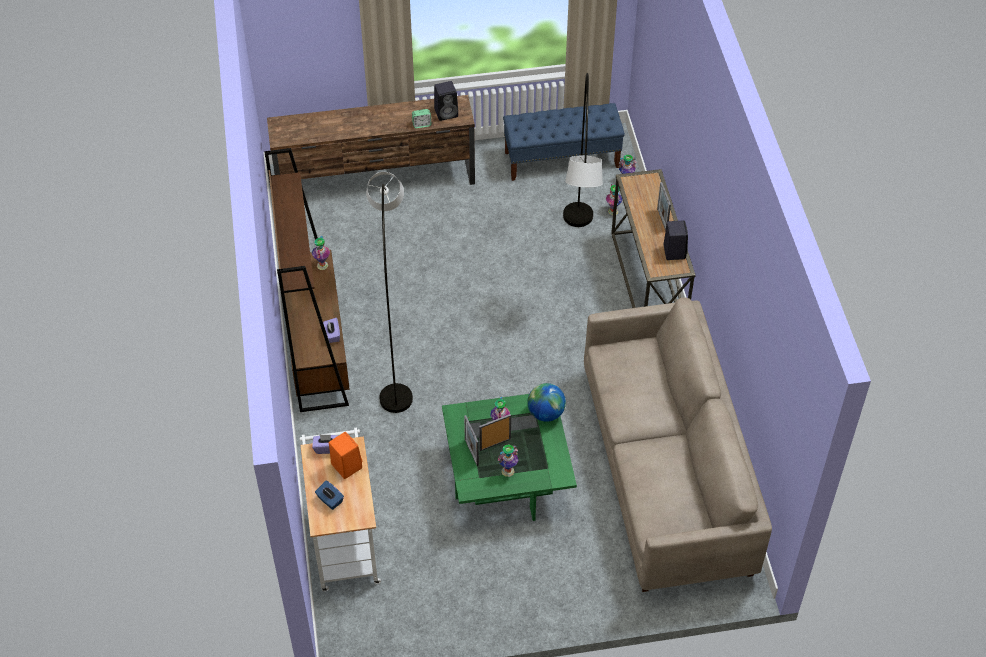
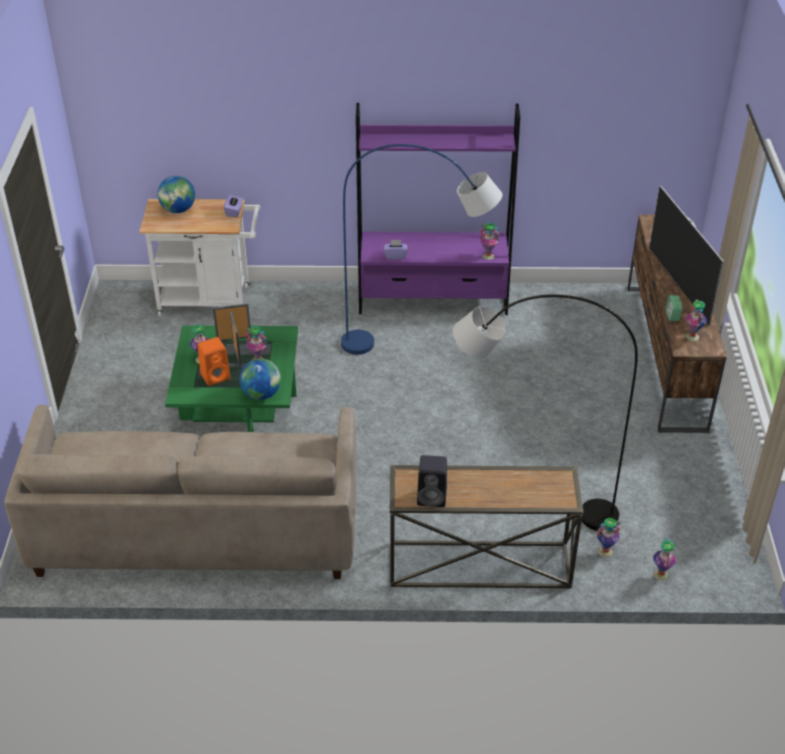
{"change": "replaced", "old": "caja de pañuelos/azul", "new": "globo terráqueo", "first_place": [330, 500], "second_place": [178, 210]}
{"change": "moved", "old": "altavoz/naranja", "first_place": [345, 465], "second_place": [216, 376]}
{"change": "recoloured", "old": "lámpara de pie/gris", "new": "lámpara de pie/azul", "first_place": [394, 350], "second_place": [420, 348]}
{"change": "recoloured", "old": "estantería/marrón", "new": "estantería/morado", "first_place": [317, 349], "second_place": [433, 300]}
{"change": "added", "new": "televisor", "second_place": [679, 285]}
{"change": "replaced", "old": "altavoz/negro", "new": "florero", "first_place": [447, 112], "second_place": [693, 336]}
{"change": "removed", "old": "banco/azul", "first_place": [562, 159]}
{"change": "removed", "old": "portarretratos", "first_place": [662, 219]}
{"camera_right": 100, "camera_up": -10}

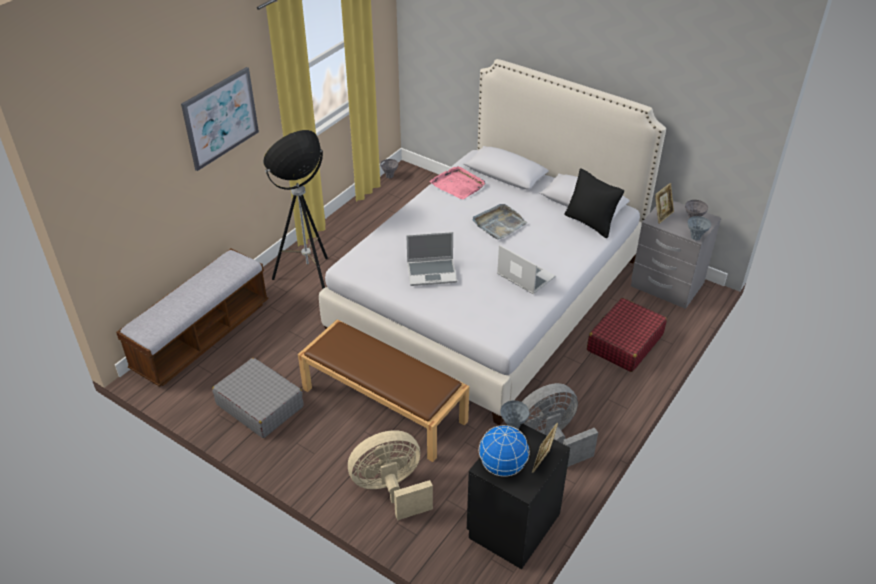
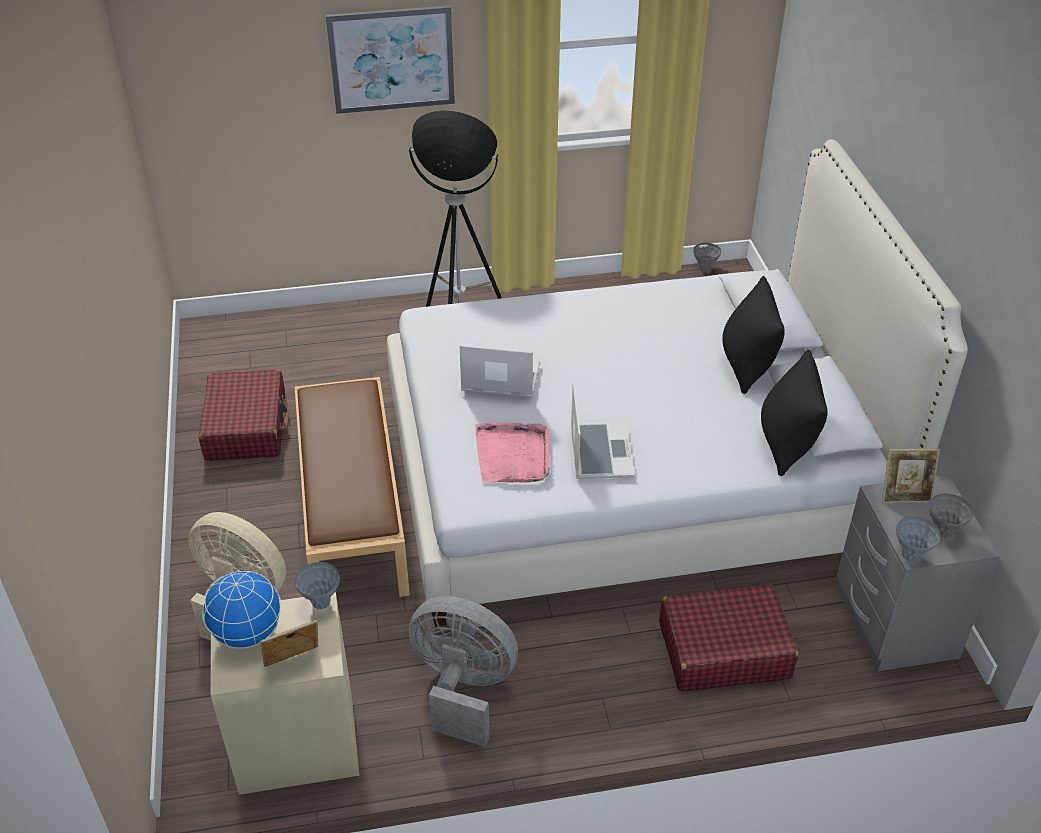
{"change": "recoloured", "old": "maleta/gris", "new": "maleta/rojo", "first_place": [260, 405], "second_place": [246, 427]}
{"change": "recoloured", "old": "mesita de noche/negro", "new": "mesita de noche/beis", "first_place": [512, 525], "second_place": [297, 742]}
{"change": "turned", "old": "portátil", "first_place": [432, 272], "second_place": [499, 379], "degrees": 150}
{"change": "moved", "old": "bandeja/rosa", "first_place": [458, 184], "second_place": [513, 455]}
{"change": "added", "new": "cojín/negro", "second_place": [747, 366]}
{"change": "removed", "old": "banco", "first_place": [202, 336]}
{"change": "removed", "old": "bandeja/gris", "first_place": [499, 224]}
{"camera_right": 45, "camera_up": 0}

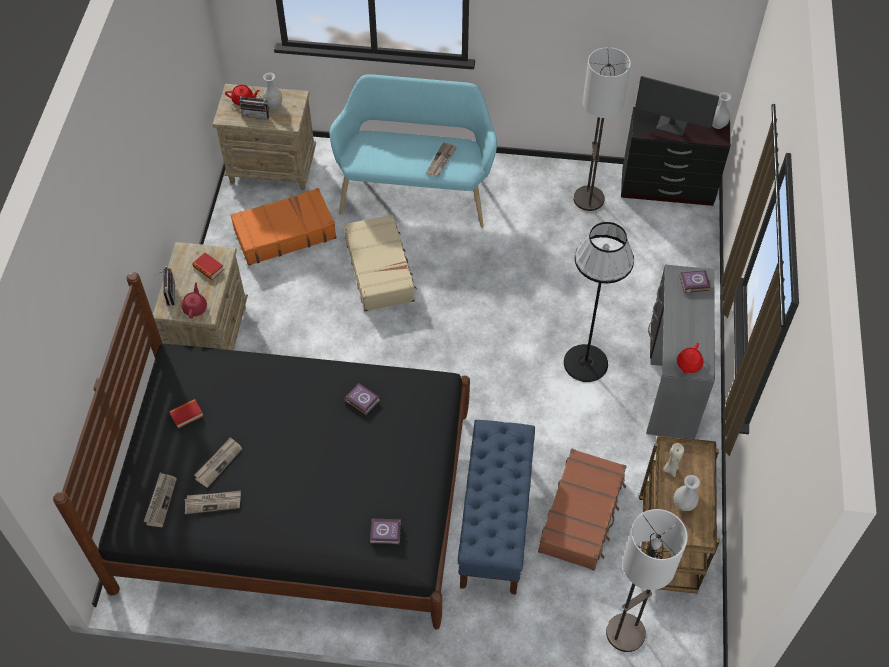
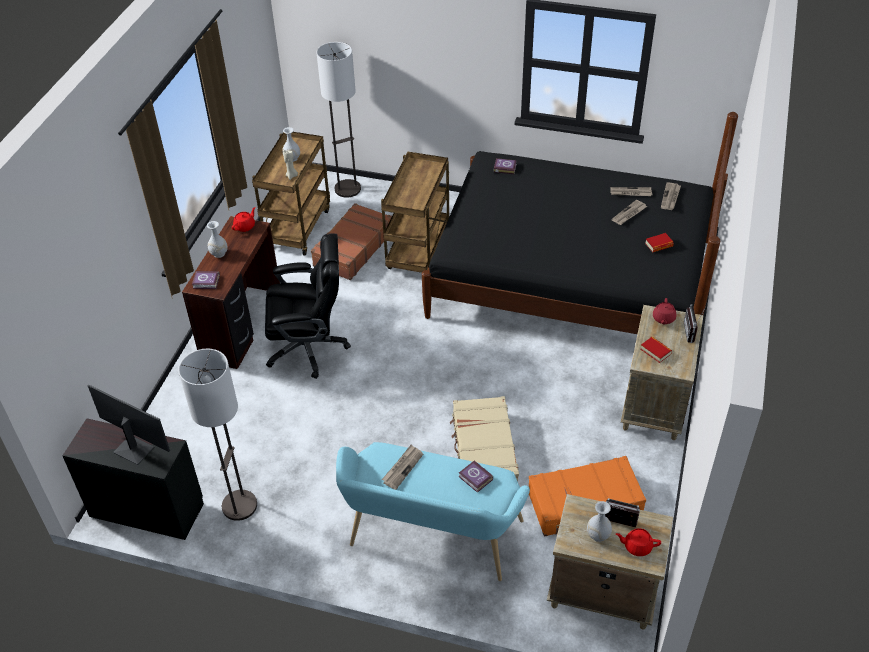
{"change": "recoloured", "old": "escritorio/gris", "new": "escritorio/marrón", "first_place": [670, 382], "second_place": [243, 326]}
{"change": "moved", "old": "florero/blanco", "first_place": [718, 124], "second_place": [219, 254]}
{"change": "replaced", "old": "lámpara de pie/negro", "new": "silla de oficina/negro", "first_place": [585, 363], "second_place": [309, 347]}
{"change": "replaced", "old": "banco/azul", "new": "carrito/marrón", "first_place": [495, 521], "second_place": [419, 251]}
{"change": "moved", "old": "libro", "first_place": [362, 399], "second_place": [475, 479]}
{"camera_right": -170, "camera_up": -10}

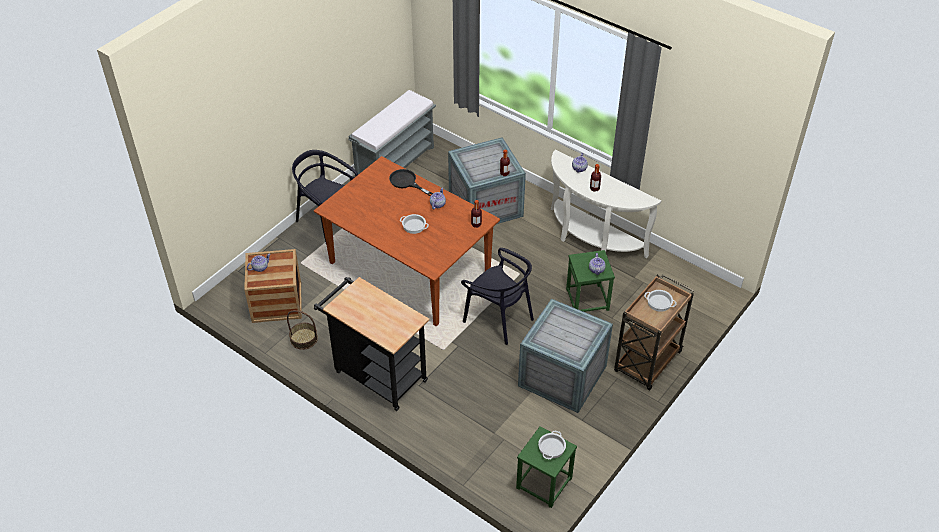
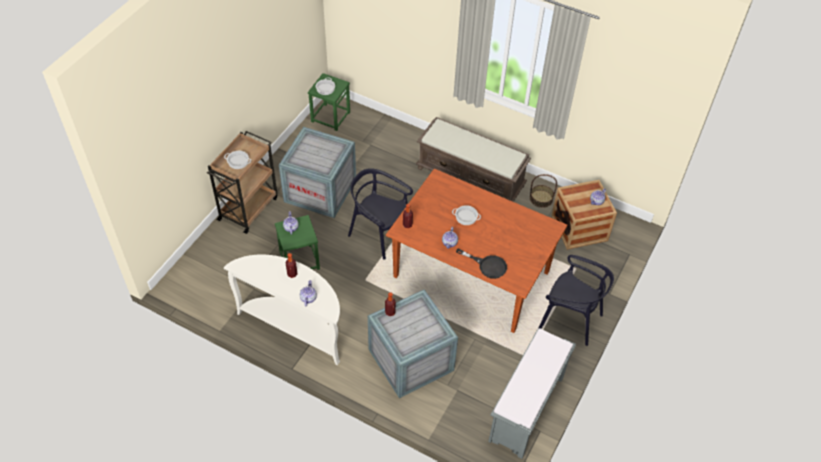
{"change": "replaced", "old": "carrito/negro", "new": "banco/marrón", "first_place": [376, 374], "second_place": [471, 177]}
{"camera_right": 170, "camera_up": 5}

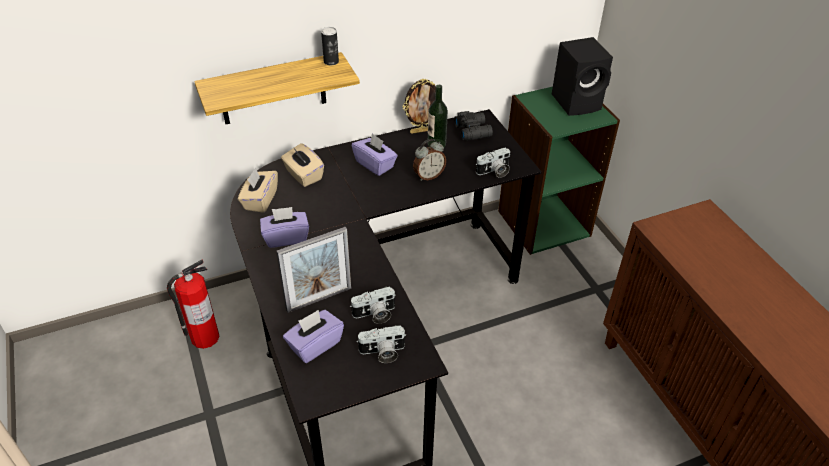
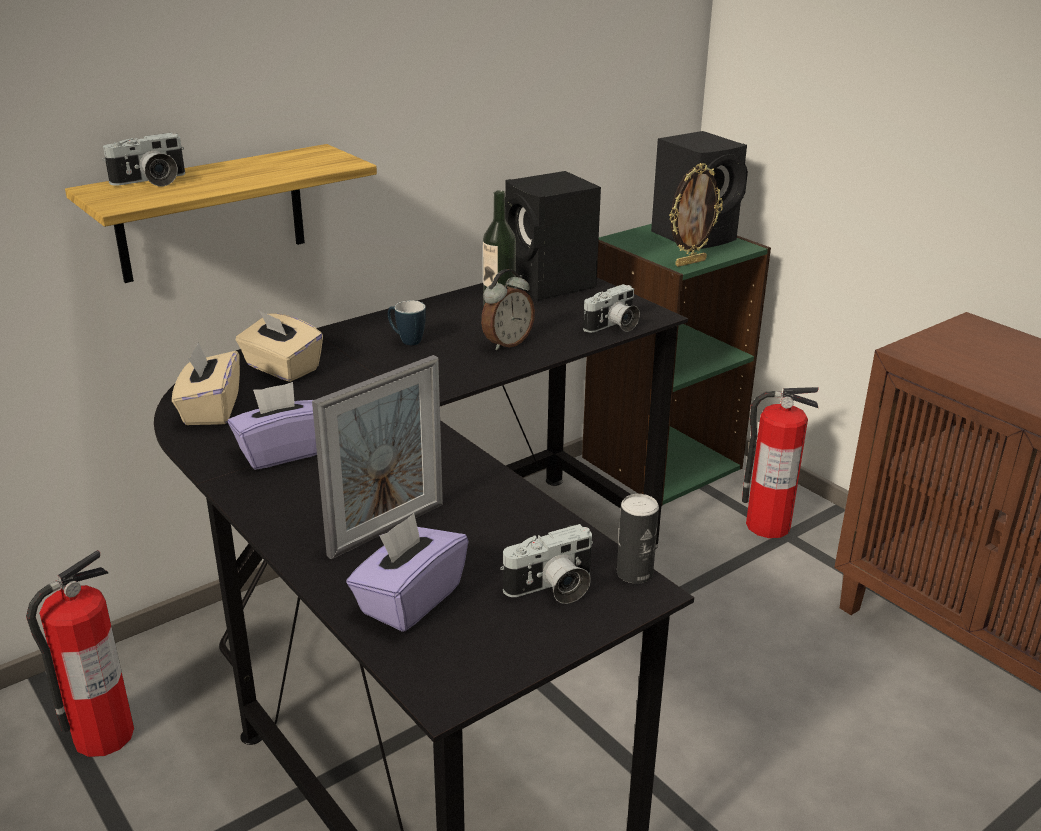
{"change": "moved", "old": "cámara", "first_place": [375, 314], "second_place": [151, 181]}
{"change": "replaced", "old": "caja de pañuelos/morado", "new": "taza grande", "first_place": [375, 164], "second_place": [406, 341]}
{"change": "replaced", "old": "prismáticos/negro", "new": "altavoz/negro", "first_place": [473, 130], "second_place": [550, 285]}
{"change": "moved", "old": "lata", "first_place": [331, 61], "second_place": [634, 573]}
{"change": "moved", "old": "portarretratos", "first_place": [421, 131], "second_place": [690, 262]}
{"change": "added", "new": "extintor", "second_place": [767, 525]}
{"camera_right": -15, "camera_up": -15}

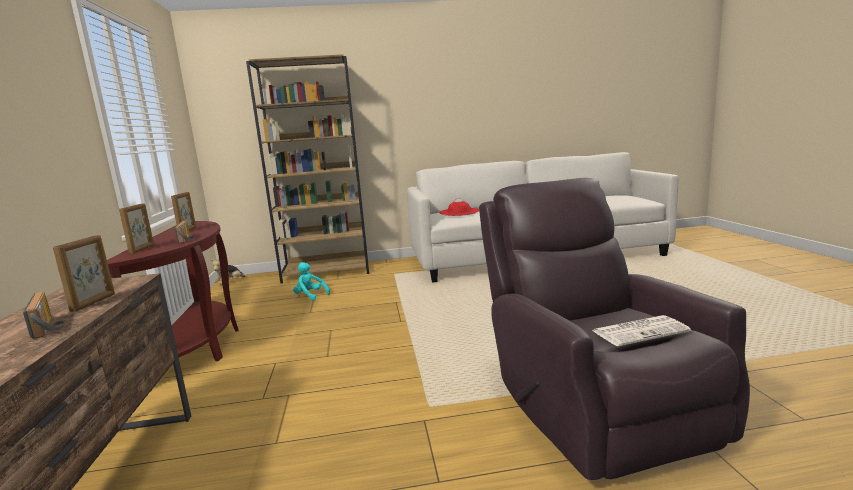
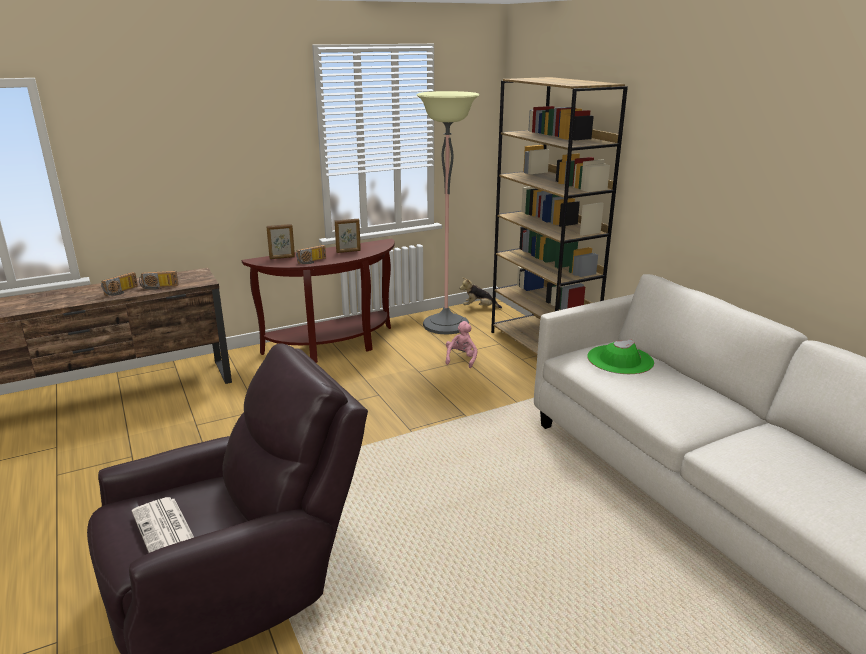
{"change": "replaced", "old": "portarretratos", "new": "radio", "first_place": [94, 302], "second_place": [159, 287]}
{"change": "added", "new": "lámpara de pie", "second_place": [445, 325]}
{"change": "recoloured", "old": "peluche/turquesa", "new": "peluche/rosa", "first_place": [310, 296], "second_place": [461, 359]}
{"change": "recoloured", "old": "sombrero/rojo", "new": "sombrero/verde", "first_place": [459, 212], "second_place": [620, 360]}
{"camera_right": 70, "camera_up": 10}

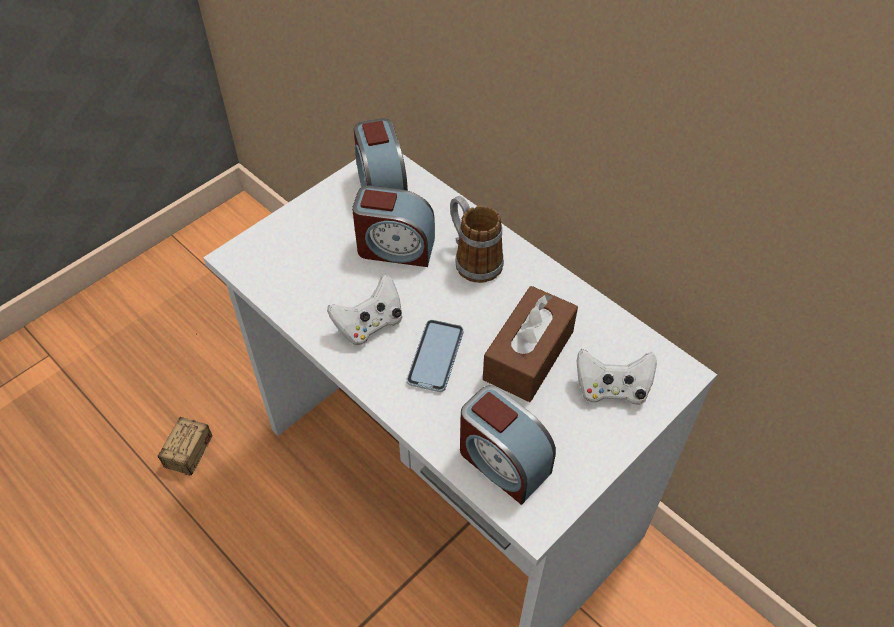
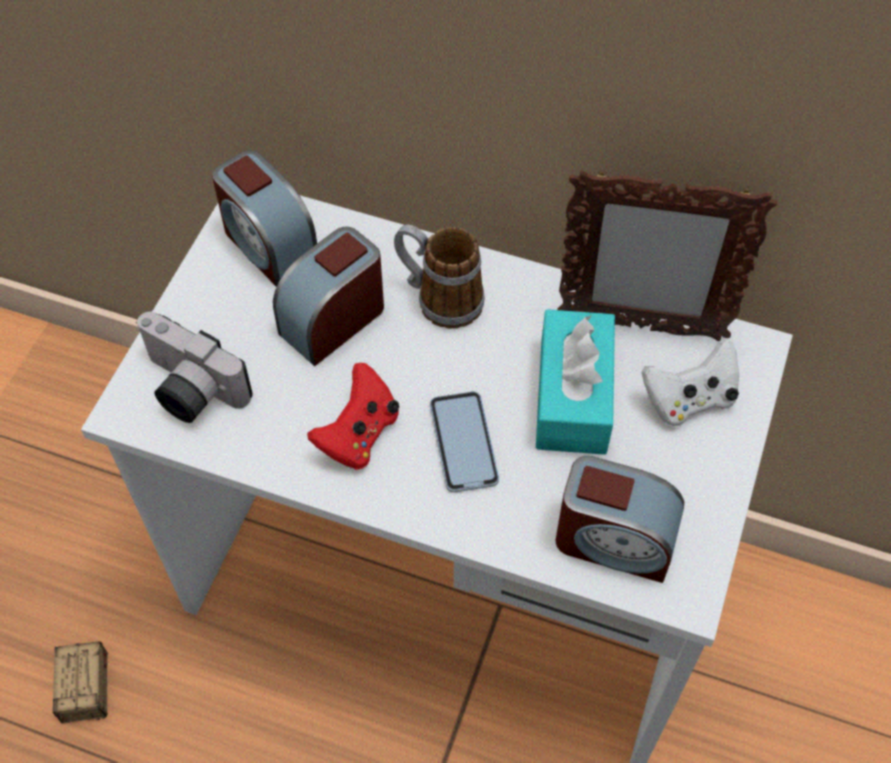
{"change": "added", "new": "cámara", "second_place": [188, 390]}
{"change": "turned", "old": "despertador", "first_place": [395, 248], "second_place": [333, 319], "degrees": 150}
{"change": "recoloured", "old": "mando de consola/blanco", "new": "mando de consola/rojo", "first_place": [369, 325], "second_place": [359, 434]}
{"change": "recoloured", "old": "caja de pañuelos/marrón", "new": "caja de pañuelos/turquesa", "first_place": [528, 355], "second_place": [573, 396]}
{"change": "added", "new": "portarretratos", "second_place": [640, 327]}
{"camera_right": -25, "camera_up": 5}

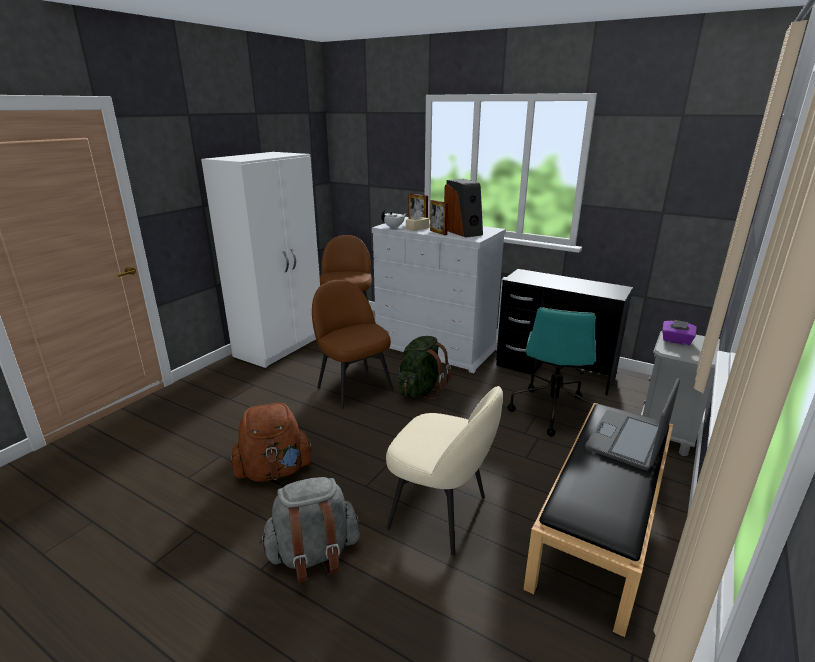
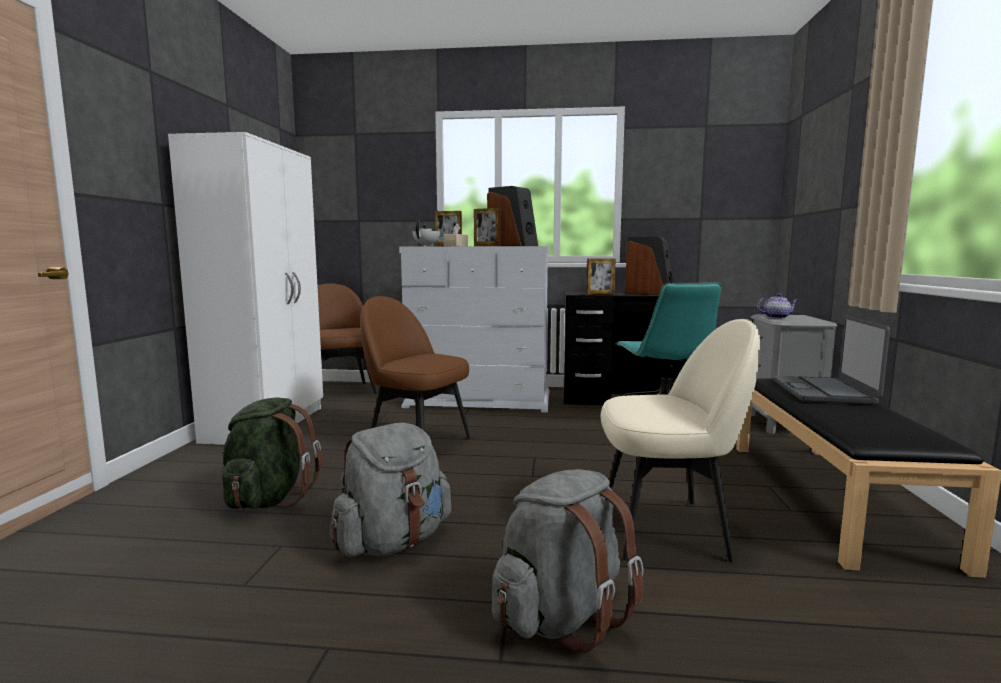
{"change": "moved", "old": "mochila/verde", "first_place": [421, 390], "second_place": [269, 498]}
{"change": "recoloured", "old": "mochila/marrón", "new": "mochila/gris", "first_place": [274, 471], "second_place": [393, 542]}
{"change": "added", "new": "portarretratos", "second_place": [600, 294]}
{"change": "added", "new": "altavoz", "second_place": [649, 293]}
{"change": "replaced", "old": "caja de pañuelos/morado", "new": "tetera", "first_place": [676, 341], "second_place": [777, 317]}
{"camera_right": -25, "camera_up": -15}

